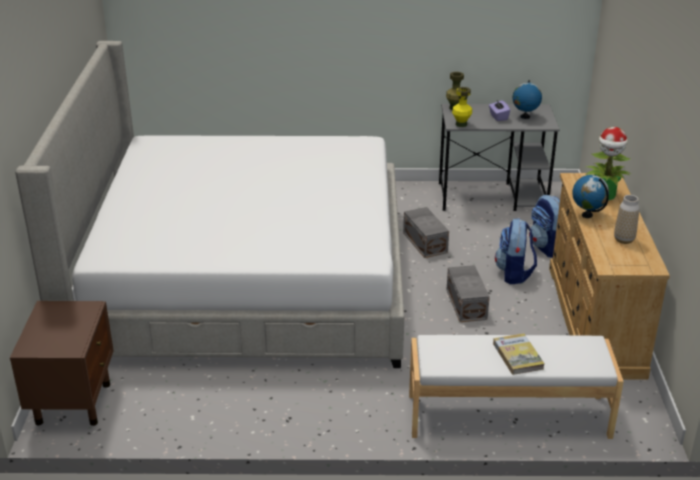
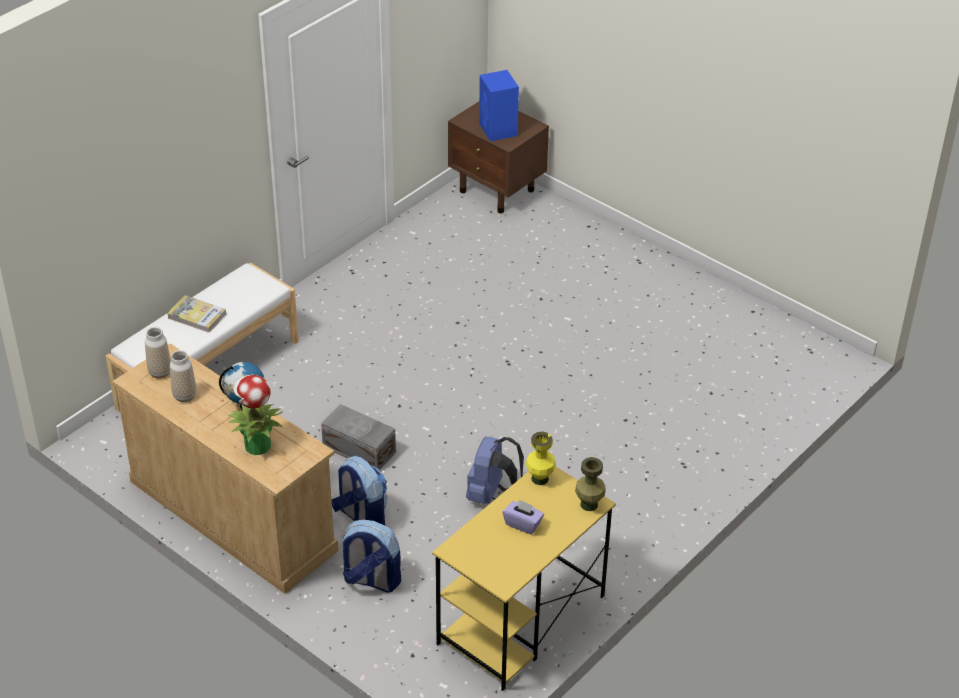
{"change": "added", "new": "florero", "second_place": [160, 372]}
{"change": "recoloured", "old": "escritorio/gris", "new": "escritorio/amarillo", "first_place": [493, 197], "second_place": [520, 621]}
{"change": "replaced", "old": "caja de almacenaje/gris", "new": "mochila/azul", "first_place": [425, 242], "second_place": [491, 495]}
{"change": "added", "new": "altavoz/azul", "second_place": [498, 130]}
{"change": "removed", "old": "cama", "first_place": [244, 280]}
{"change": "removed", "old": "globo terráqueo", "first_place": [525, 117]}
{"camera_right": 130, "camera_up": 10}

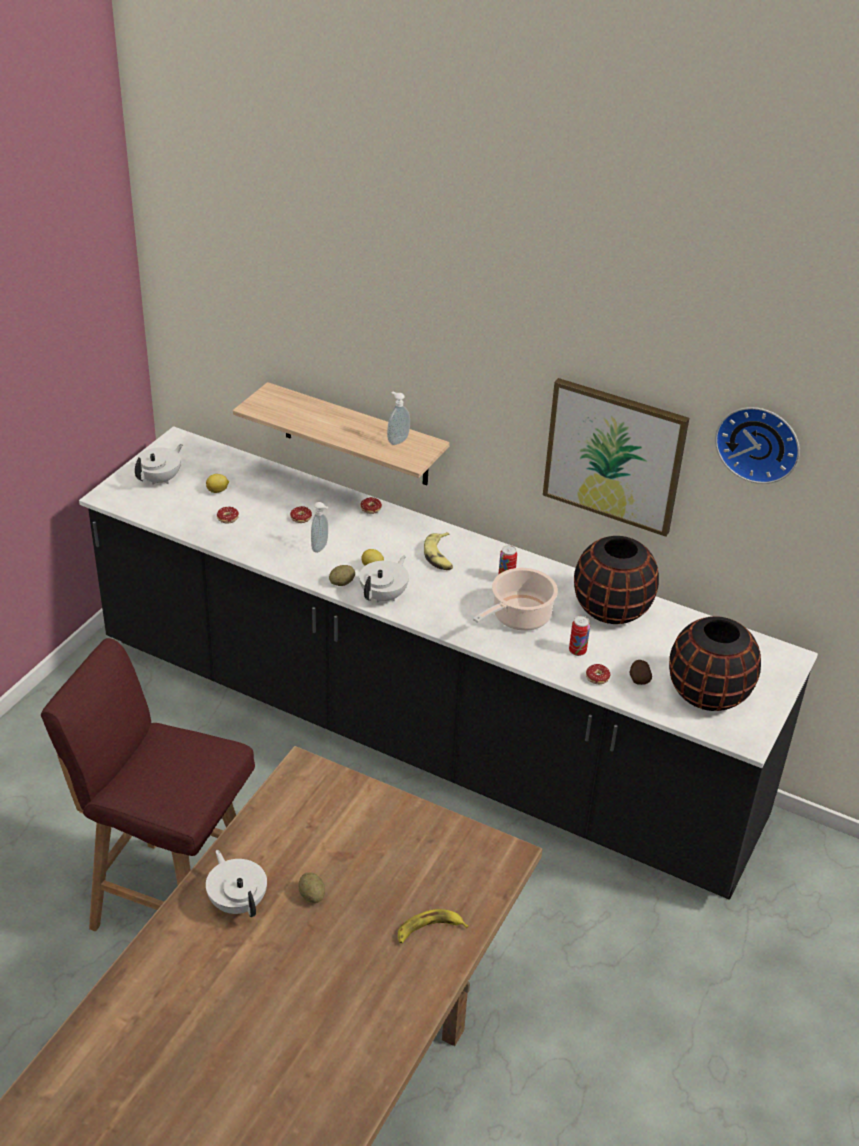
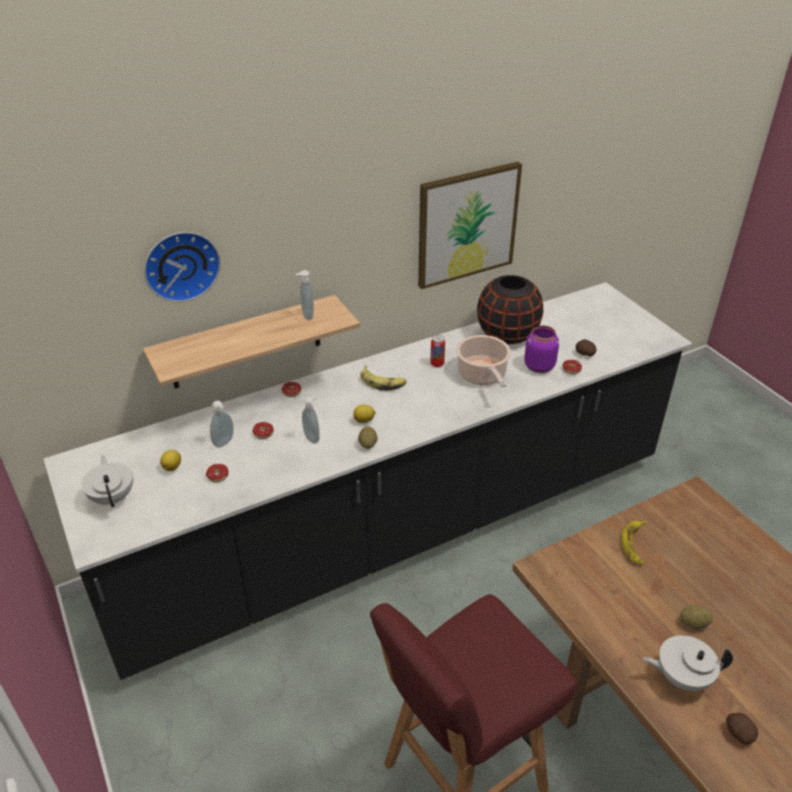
{"change": "moved", "old": "reloj de pared", "first_place": [759, 442], "second_place": [181, 264]}
{"change": "added", "new": "dispensador de jabón", "second_place": [225, 443]}
{"change": "replaced", "old": "lata", "new": "tarro/morado", "first_place": [577, 651], "second_place": [538, 366]}
{"change": "moved", "old": "plátano", "first_place": [429, 930], "second_place": [635, 544]}
{"change": "added", "new": "patata", "second_place": [738, 733]}
{"change": "removed", "old": "tetera/blanco", "first_place": [384, 595]}
{"change": "removed", "old": "florero/negro", "first_place": [707, 694]}
{"camera_right": -55, "camera_up": 0}

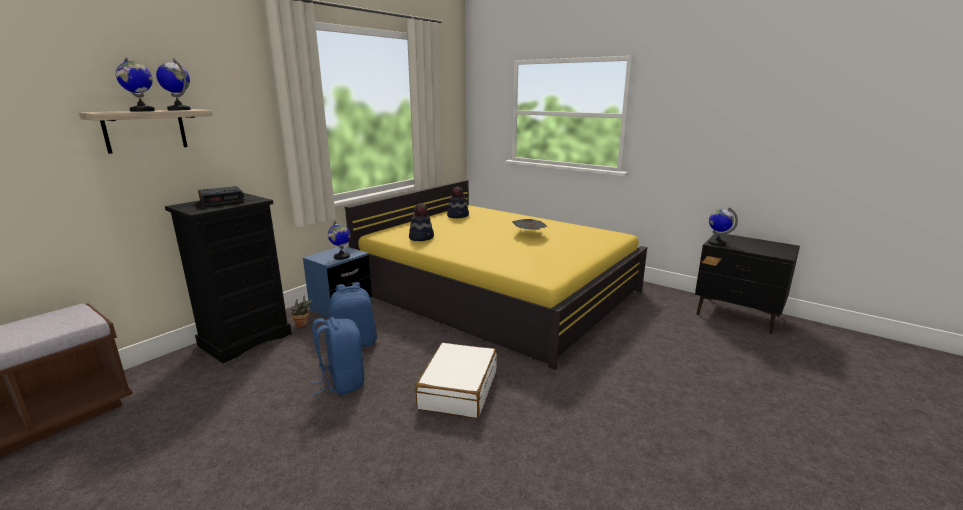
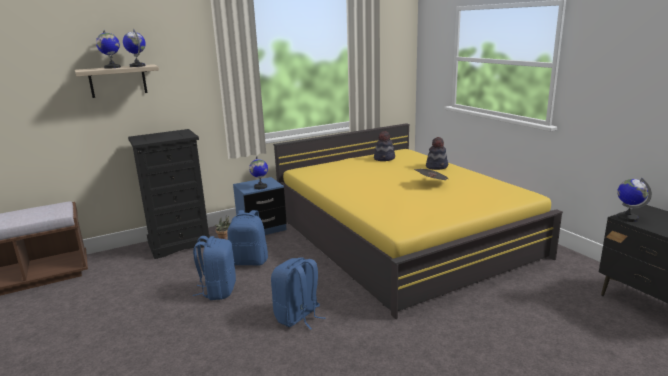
{"change": "replaced", "old": "maleta/blanco", "new": "mochila/azul", "first_place": [458, 390], "second_place": [298, 317]}
{"change": "moved", "old": "sombrero", "first_place": [421, 237], "second_place": [437, 167]}
{"change": "removed", "old": "despertador", "first_place": [222, 201]}
{"camera_right": 25, "camera_up": 0}

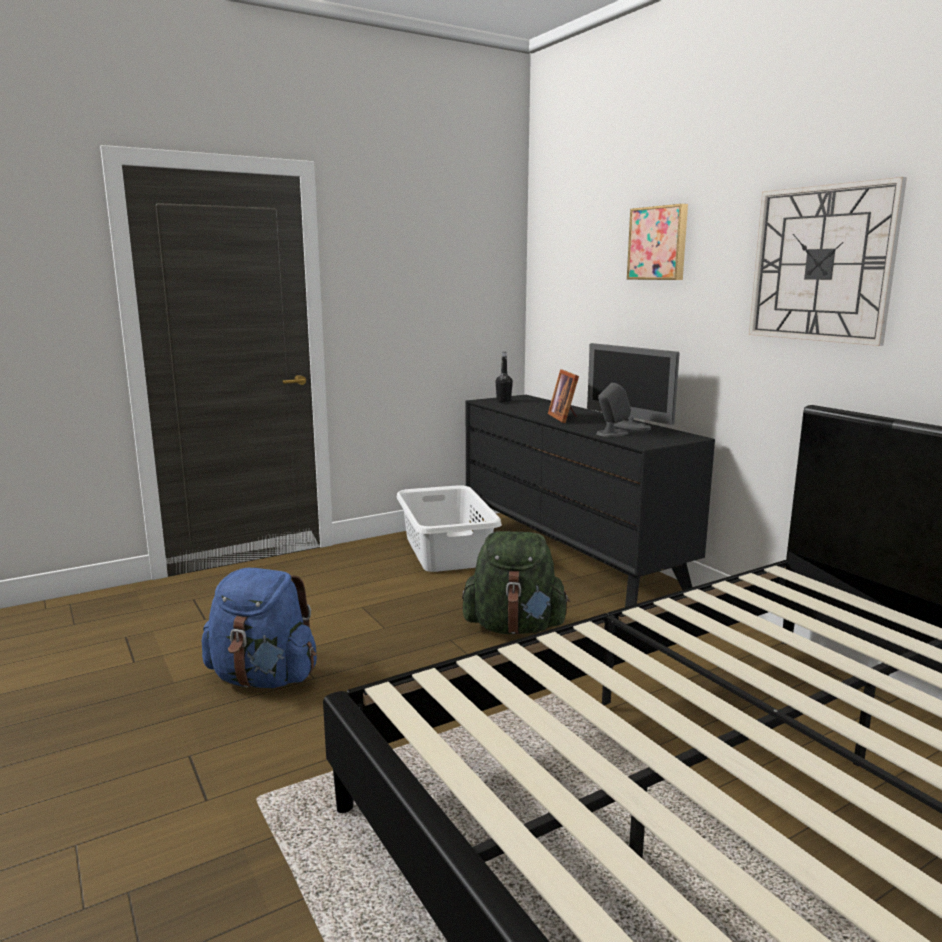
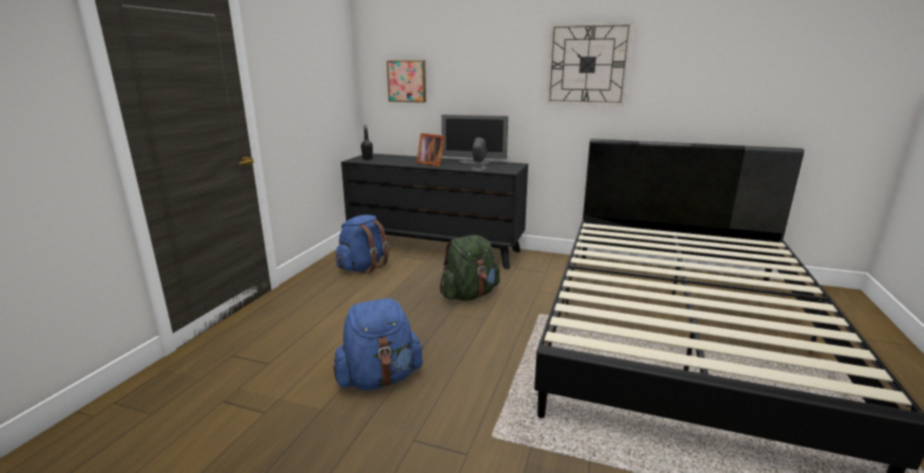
{"change": "replaced", "old": "cesto de la ropa/blanco", "new": "mochila/azul", "first_place": [445, 551], "second_place": [363, 267]}
{"change": "moved", "old": "cuadro", "first_place": [659, 243], "second_place": [407, 81]}
{"camera_right": -40, "camera_up": 5}

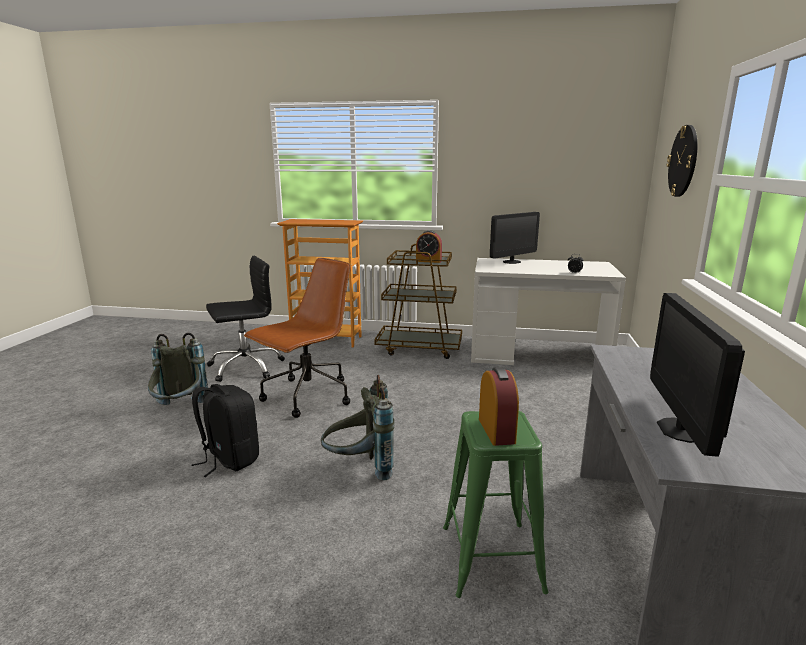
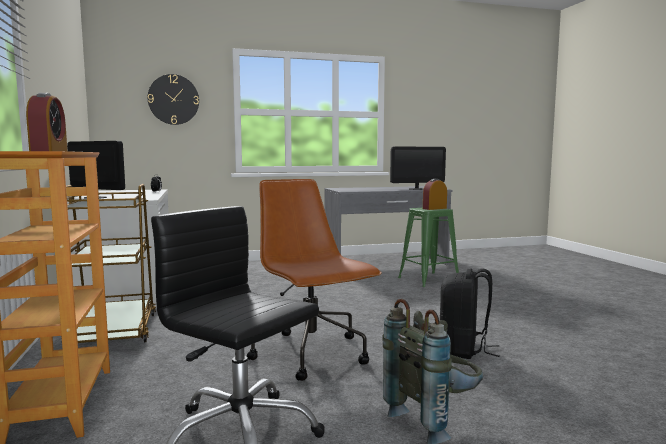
{"change": "moved", "old": "despertador", "first_place": [428, 261], "second_place": [49, 151]}
{"change": "turned", "old": "silla de oficina/marrón", "first_place": [307, 397], "second_place": [312, 354], "degrees": 45}
{"change": "removed", "old": "mochila/gris", "first_place": [360, 468]}
{"camera_right": -115, "camera_up": -10}

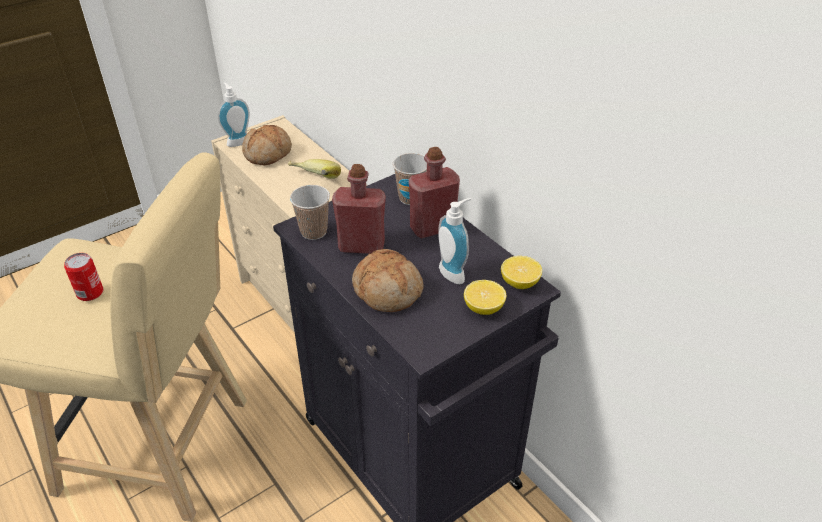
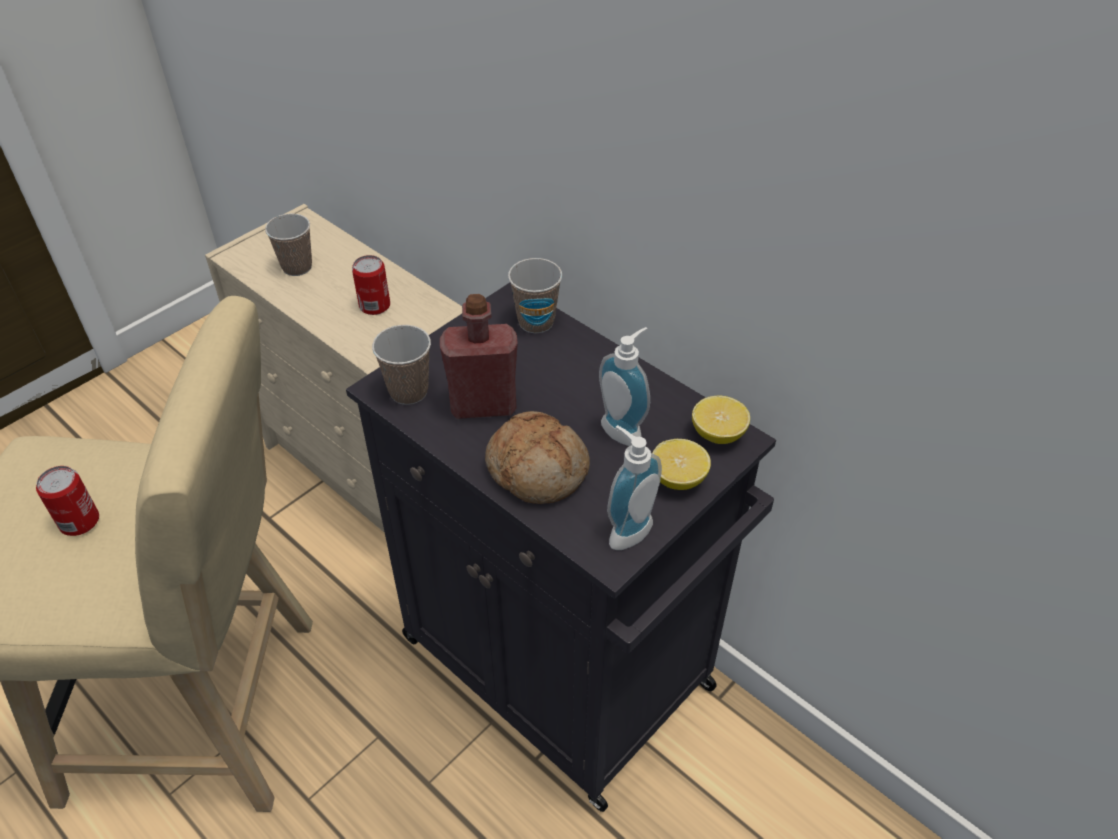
{"change": "replaced", "old": "pan", "new": "taza", "first_place": [268, 154], "second_place": [297, 267]}
{"change": "replaced", "old": "plátano", "new": "lata", "first_place": [313, 183], "second_place": [374, 305]}
{"change": "moved", "old": "dispensador de jabón", "first_place": [237, 141], "second_place": [626, 529]}
{"change": "removed", "old": "botella/rojo", "first_place": [432, 228]}
{"camera_right": -10, "camera_up": 5}

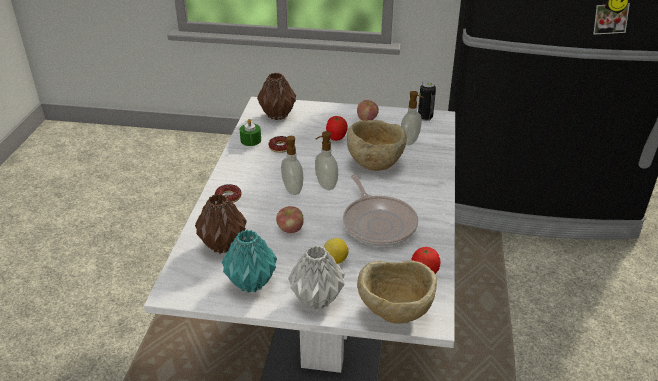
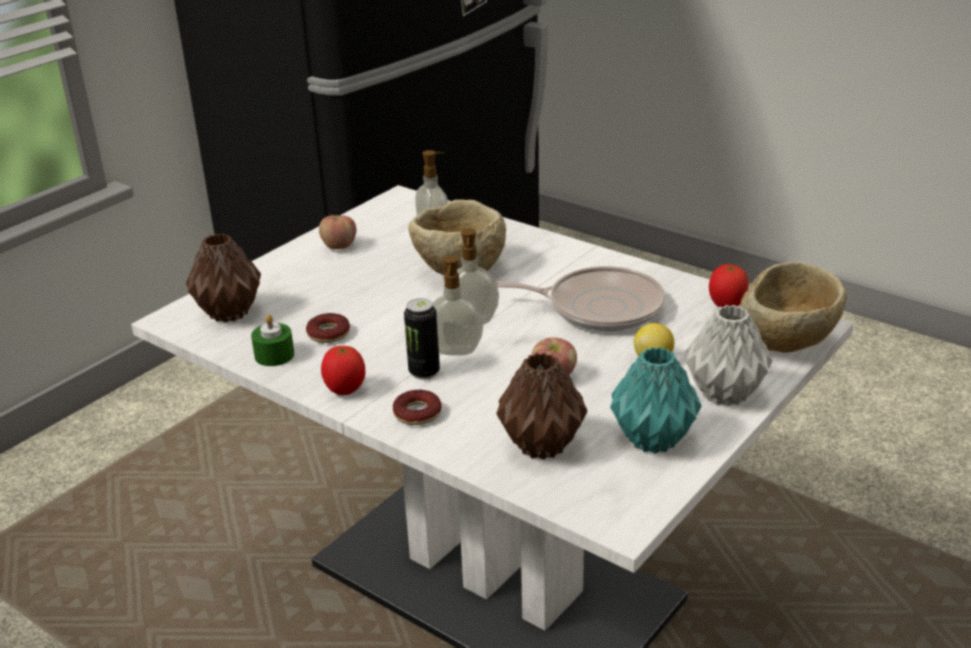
{"change": "moved", "old": "tomate", "first_place": [336, 139], "second_place": [345, 391]}
{"change": "moved", "old": "lata", "first_place": [425, 118], "second_place": [424, 372]}
{"camera_right": -60, "camera_up": -5}

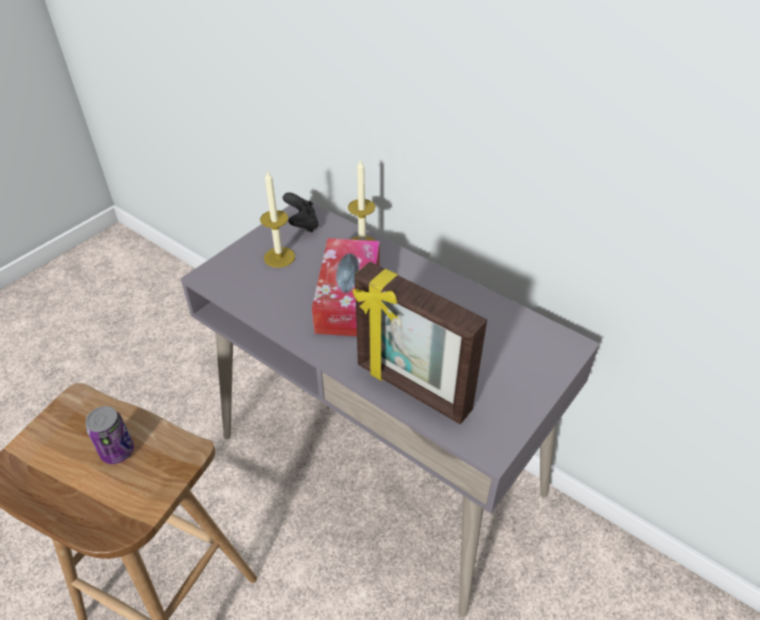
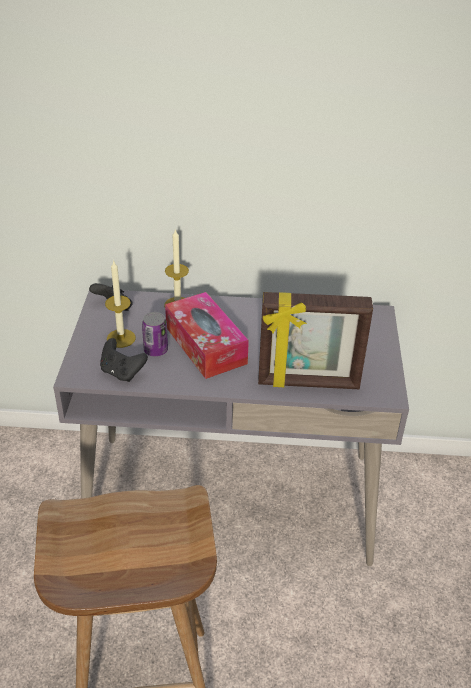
{"change": "added", "new": "mando de consola/negro", "second_place": [122, 372]}
{"change": "moved", "old": "lata", "first_place": [117, 451], "second_place": [156, 350]}
{"camera_right": -35, "camera_up": -5}

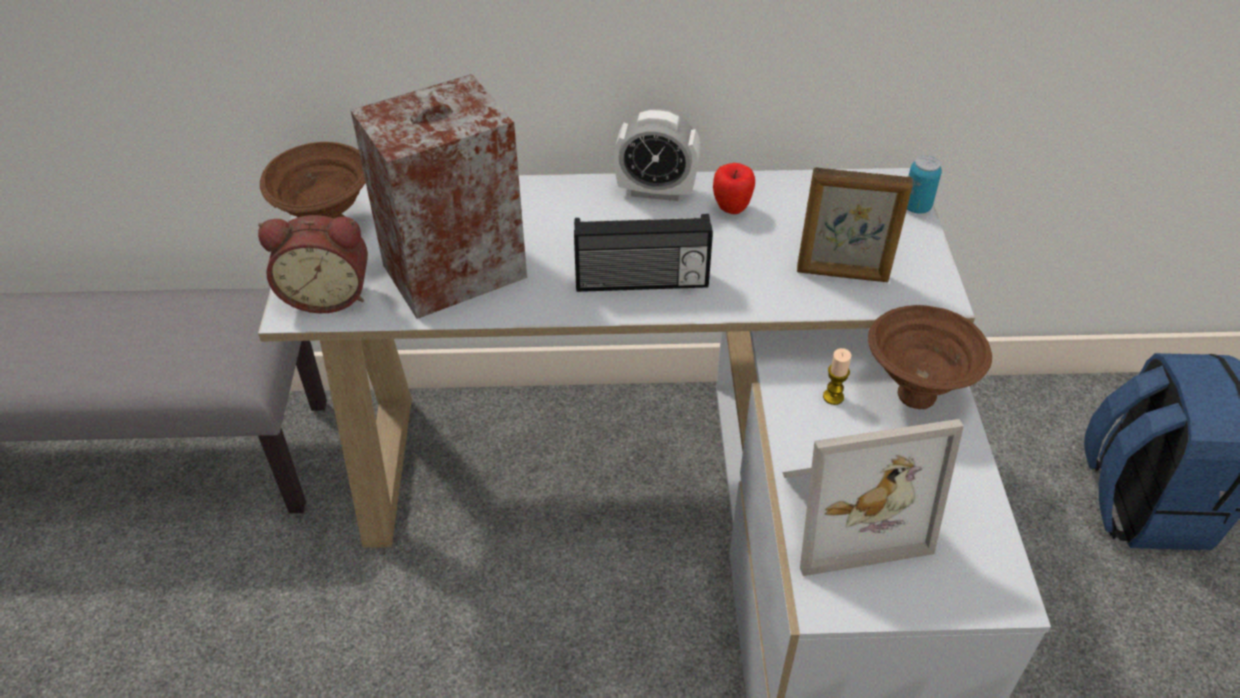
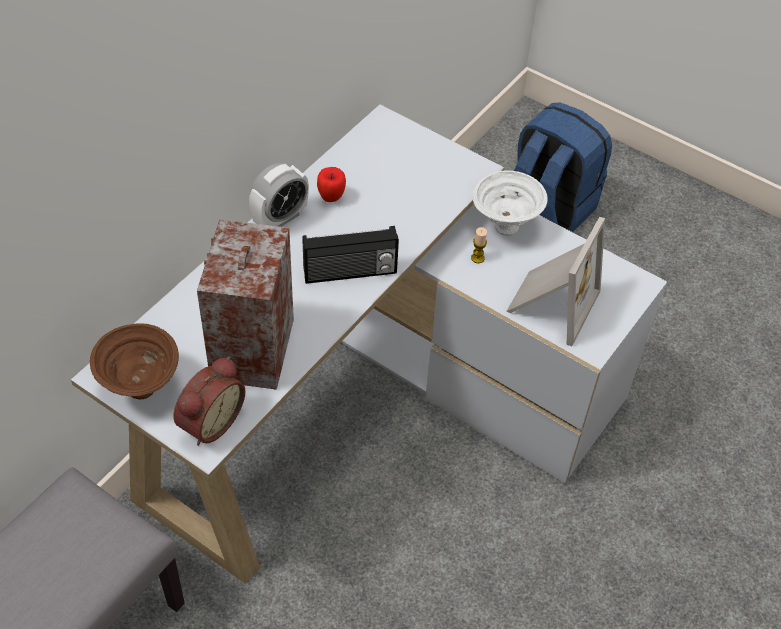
{"change": "turned", "old": "radio", "first_place": [641, 282], "second_place": [350, 273], "degrees": 45}
{"change": "recoloured", "old": "cuenco/marrón", "new": "cuenco/blanco", "first_place": [913, 394], "second_place": [504, 227]}
{"change": "removed", "old": "portarretratos", "first_place": [842, 274]}
{"change": "removed", "old": "lata", "first_place": [916, 207]}
{"camera_right": -55, "camera_up": 5}

